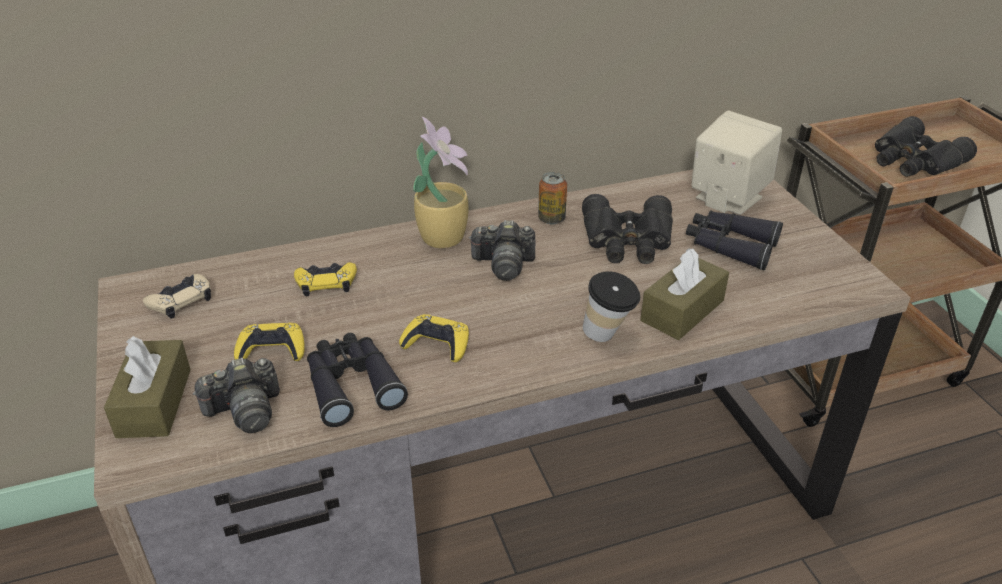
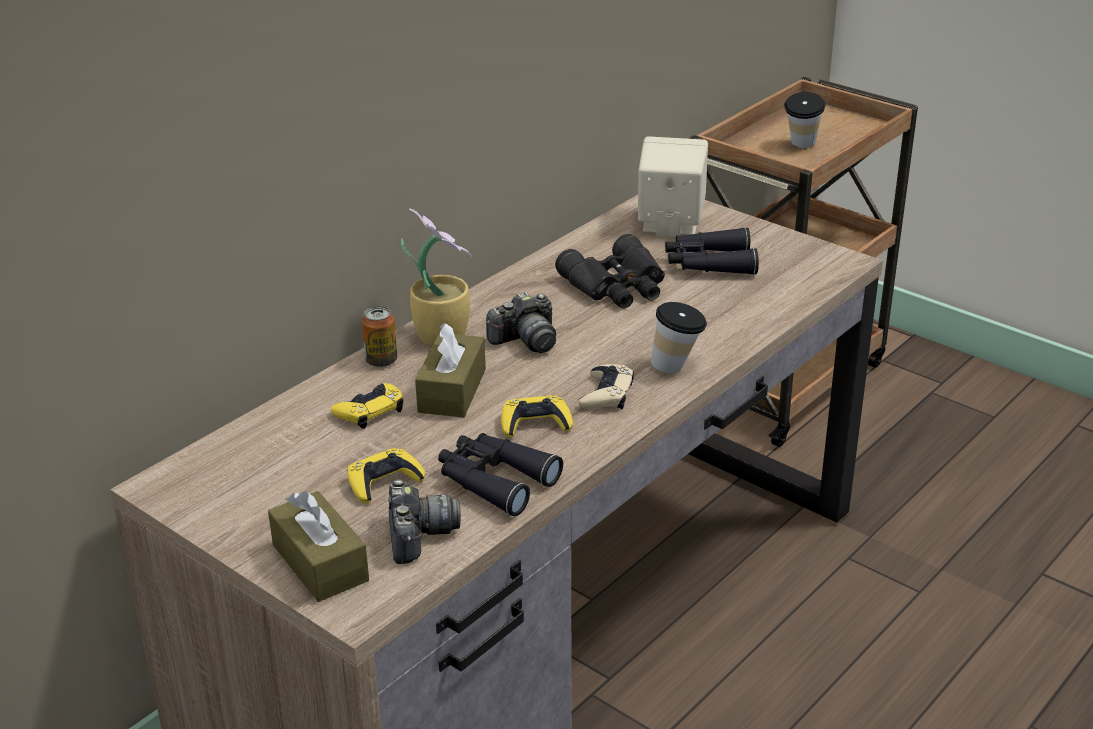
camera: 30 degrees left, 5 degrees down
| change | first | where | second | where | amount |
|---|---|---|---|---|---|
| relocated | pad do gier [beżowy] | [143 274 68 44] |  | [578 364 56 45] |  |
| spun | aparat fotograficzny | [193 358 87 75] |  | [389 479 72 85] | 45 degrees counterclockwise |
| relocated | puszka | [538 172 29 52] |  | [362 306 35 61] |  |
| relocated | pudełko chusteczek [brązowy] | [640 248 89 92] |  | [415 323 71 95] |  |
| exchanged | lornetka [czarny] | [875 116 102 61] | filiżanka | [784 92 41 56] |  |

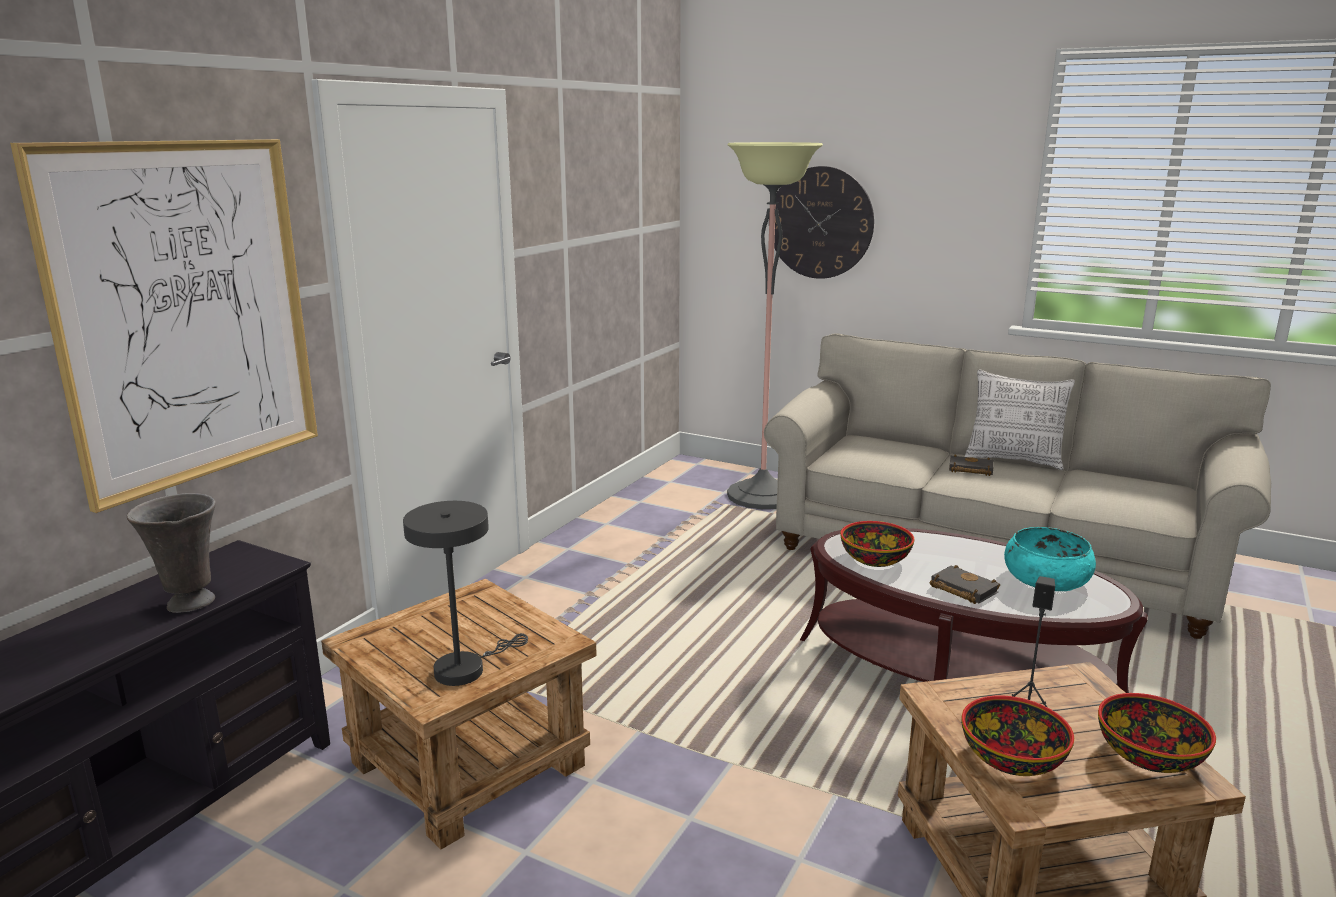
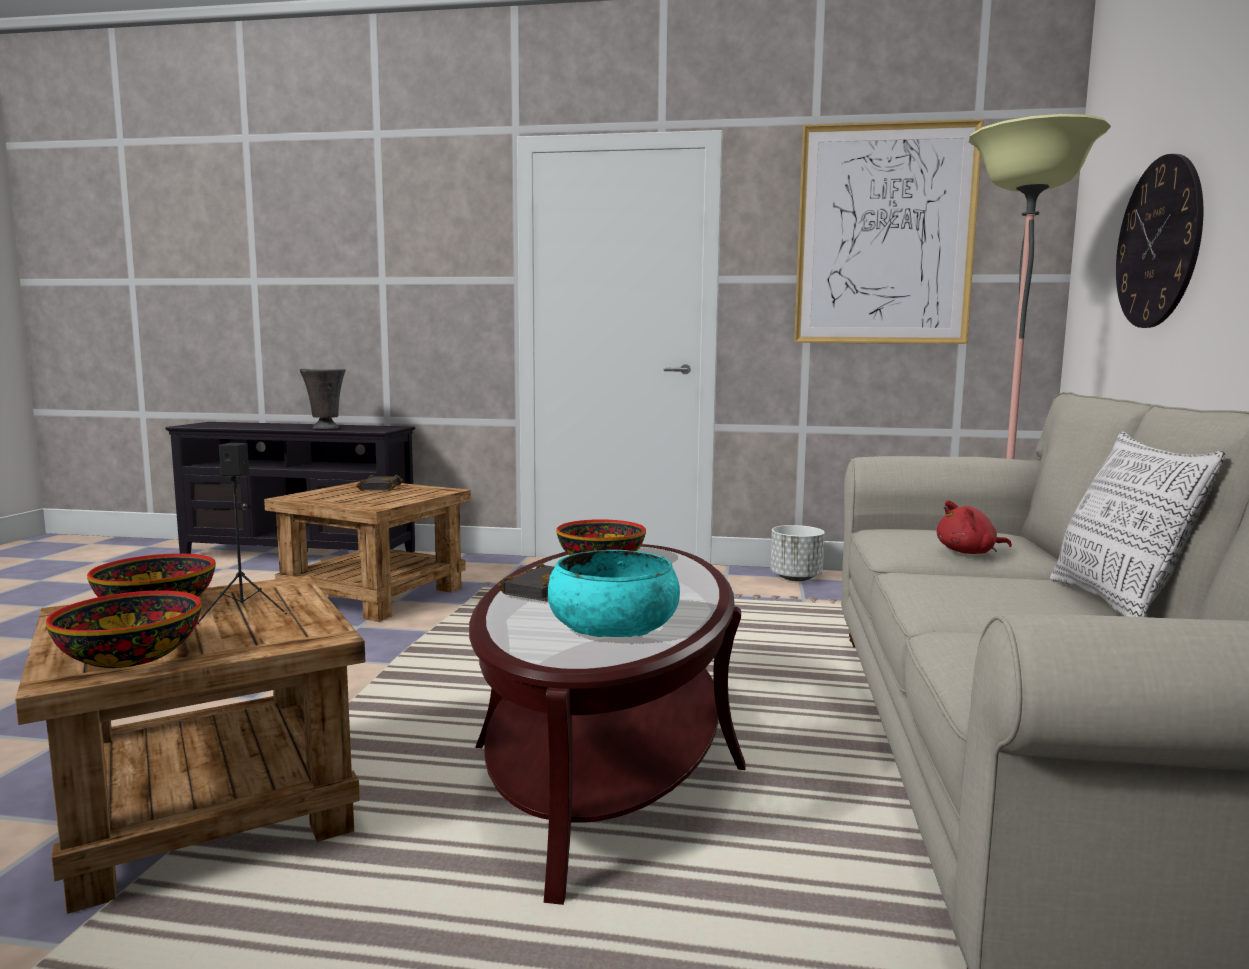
camera: 70 degrees right, 10 degrees down
| change | first | where | second | where | amount |
|---|---|---|---|---|---|
| relocated | obraz | [10 139 308 374] |  | [794 119 190 225] |  |
| missing | lampa stołowa [szary] | [403 501 125 185] |  |  |  |
| relocated | książka [czarny] | [949 454 44 22] |  | [356 475 48 16] |  |
| appeared |  |  | donica [biały] | [770 525 55 56] |  |
| appeared |  |  | pluszak [czerwony] | [937 500 75 54] |  |

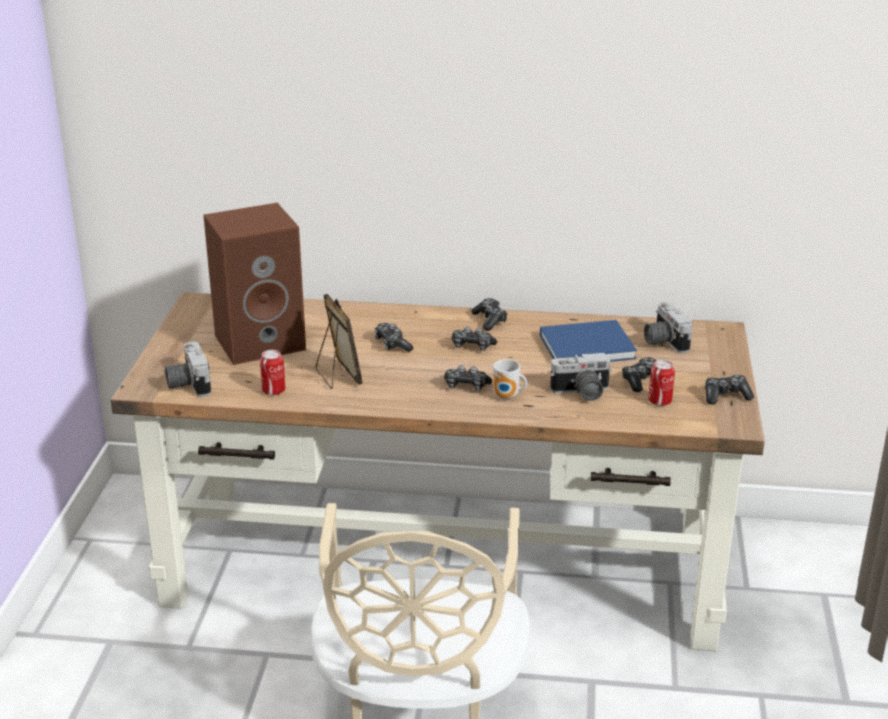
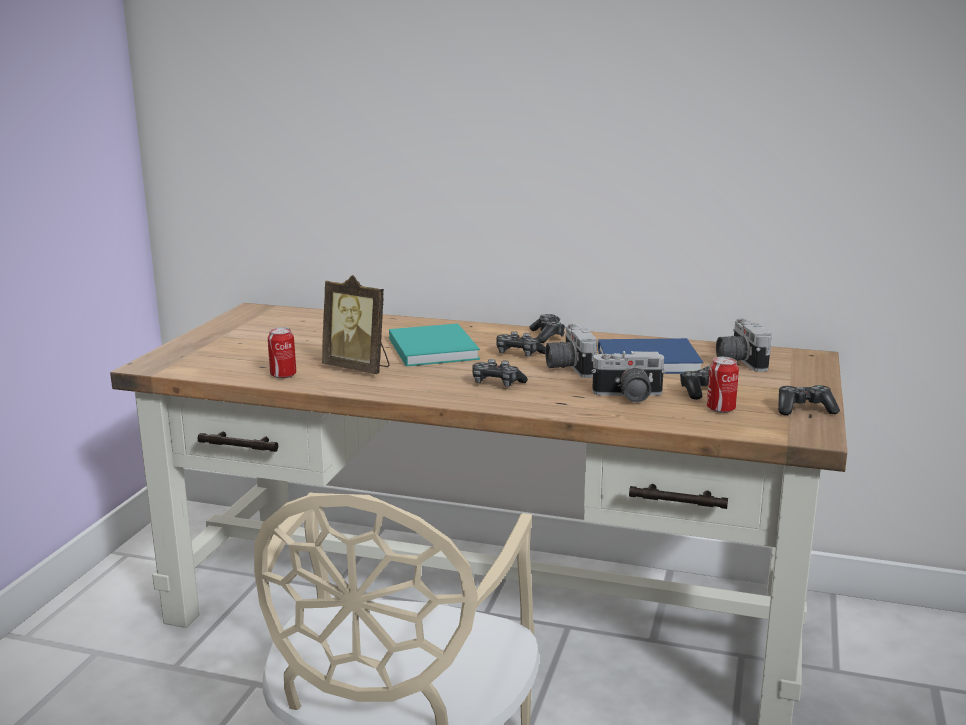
camera: 10 degrees right, 10 degrees down
| change | first | where | second | where | amount |
|---|---|---|---|---|---|
| relocated | aparat fotograficzny | [165 342 46 55] |  | [545 324 52 54] |  |
| missing | głośnik [brązowy] | [203 203 103 162] |  |  |  |
| spun | ramka na zdjęcie | [316 294 47 95] |  | [322 275 68 99] | 135 degrees clockwise |
| exchanged | pad do gier | [374 323 40 29] | książka [turkusowy] | [389 323 91 43] |  |
| missing | kubek | [493 359 34 41] |  |  |  |

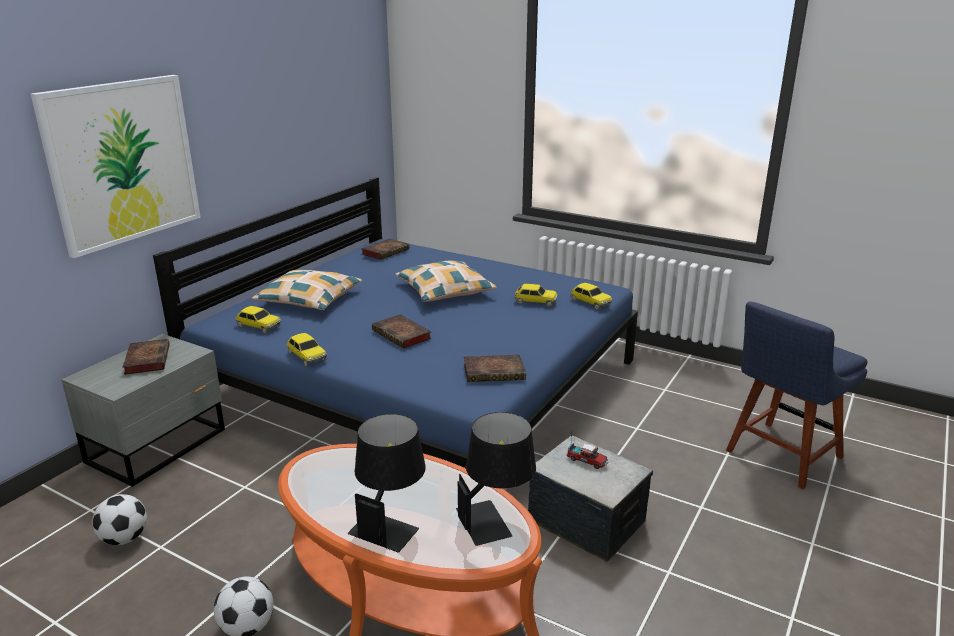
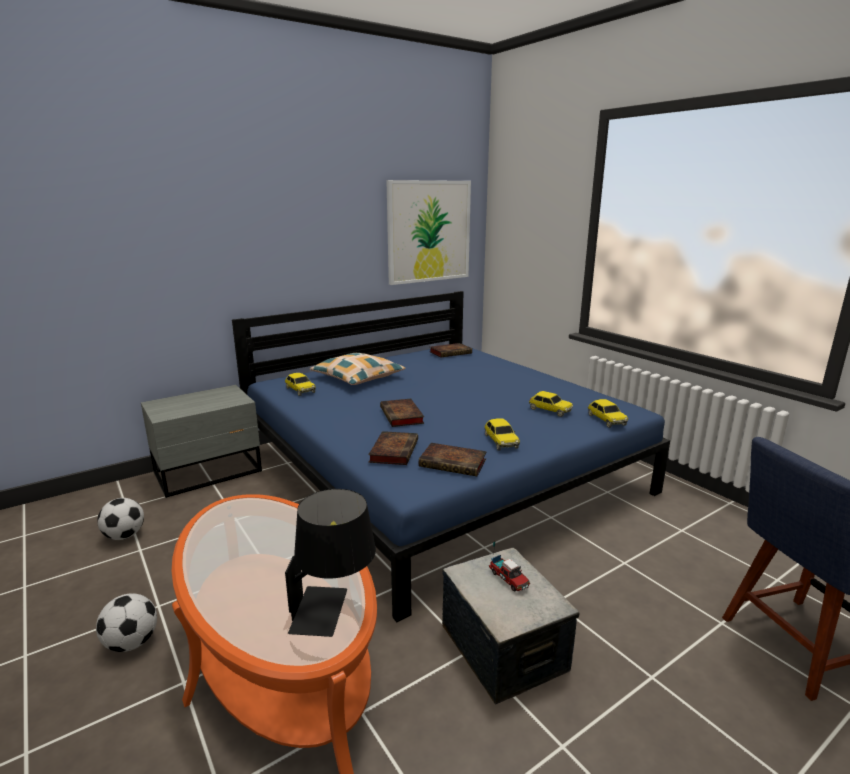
camera: 25 degrees right, 5 degrees down
| change | first | where | second | where | amount |
|---|---|---|---|---|---|
| relocated | obraz | [31 75 170 183] |  | [386 180 85 105] |  |
| relocated | książka | [122 339 48 36] |  | [368 431 50 34] |  |
| relocated | samochodzik | [287 333 40 34] |  | [485 418 35 33] |  |
| missing | lampa stołowa [czarny] | [348 414 78 138] |  |  |  |
| missing | poduszka | [396 260 100 42] |  |  |  |

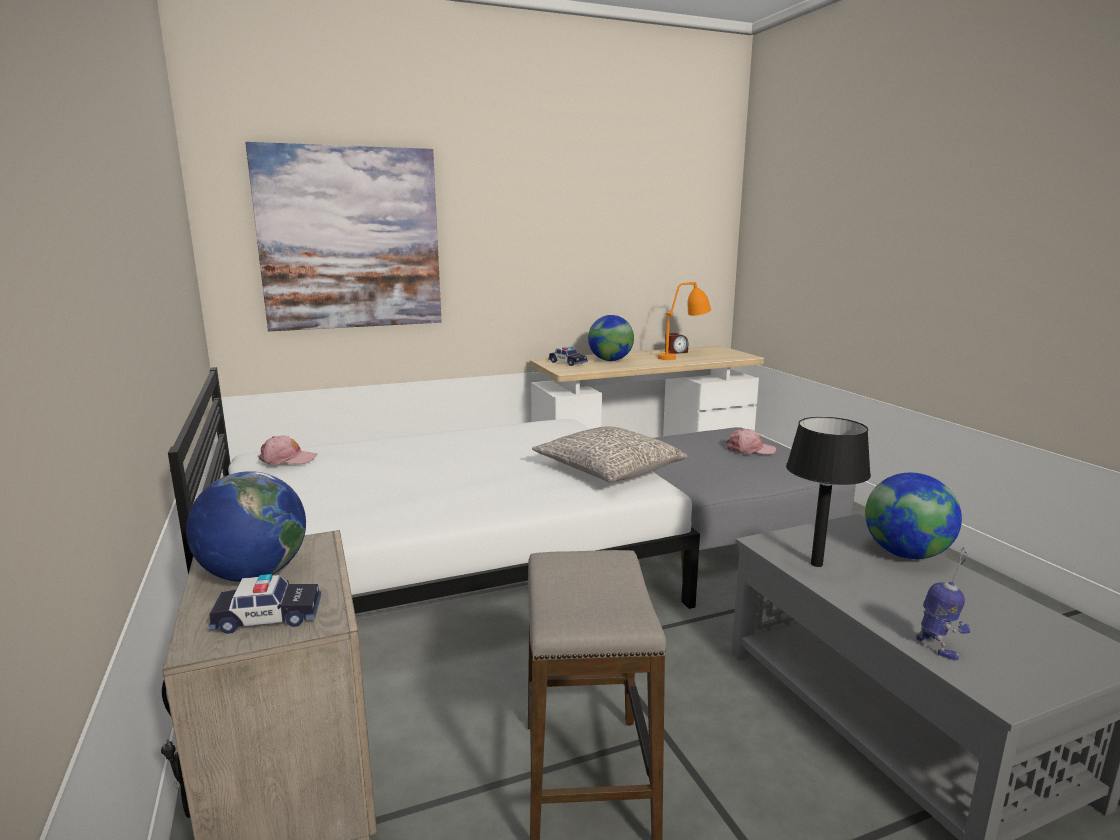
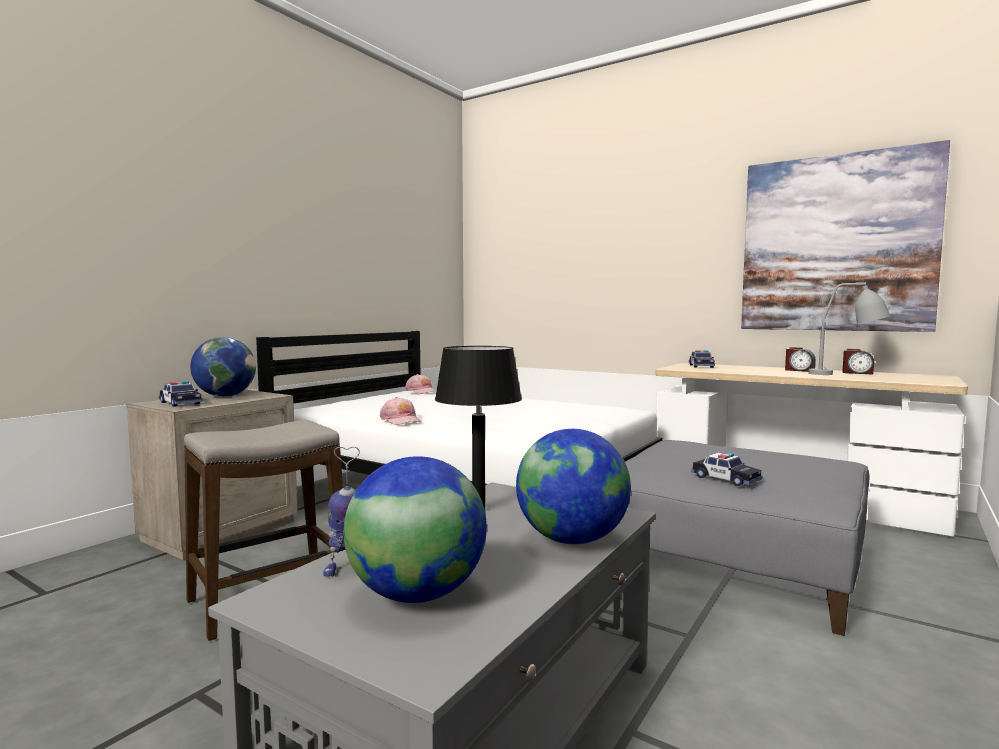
camera: 55 degrees right, 10 degrees down
| change | first | where | second | where | amount |
|---|---|---|---|---|---|
| relocated | obraz | [245 142 197 189] |  | [741 140 209 192] |  |
| missing | poduszka [szary] | [532 426 155 56] |  |  |  |
| relocated | globus | [588 315 46 46] |  | [343 456 144 147] |  |
| colour | lampa stołowa [pomarańczowy] | [658 282 53 78] | lampa stołowa [szary] | [808 282 82 93] |  |
| relocated | czapka z daszkiem [różowy] | [726 429 50 26] |  | [380 397 42 28] |  |
| appeared |  |  | samochodzik | [691 453 71 33] |  |
| appeared |  |  | budzik | [785 347 31 25] |  |

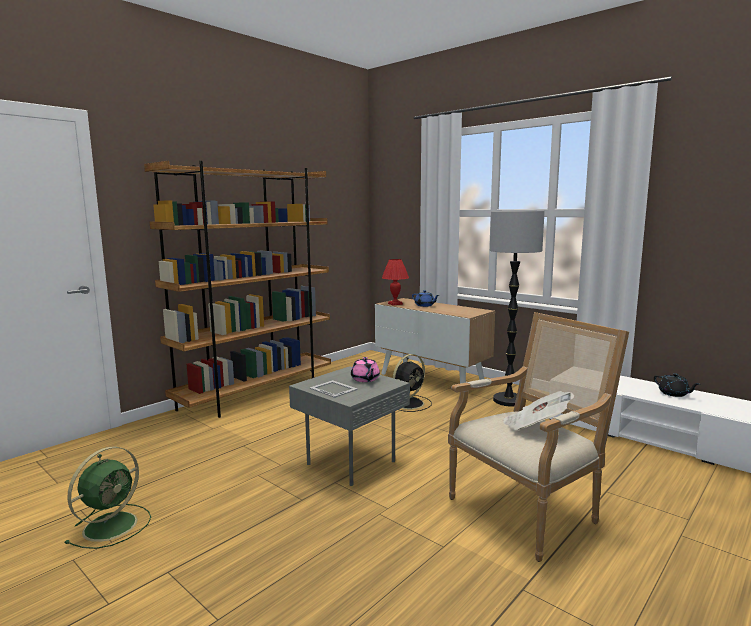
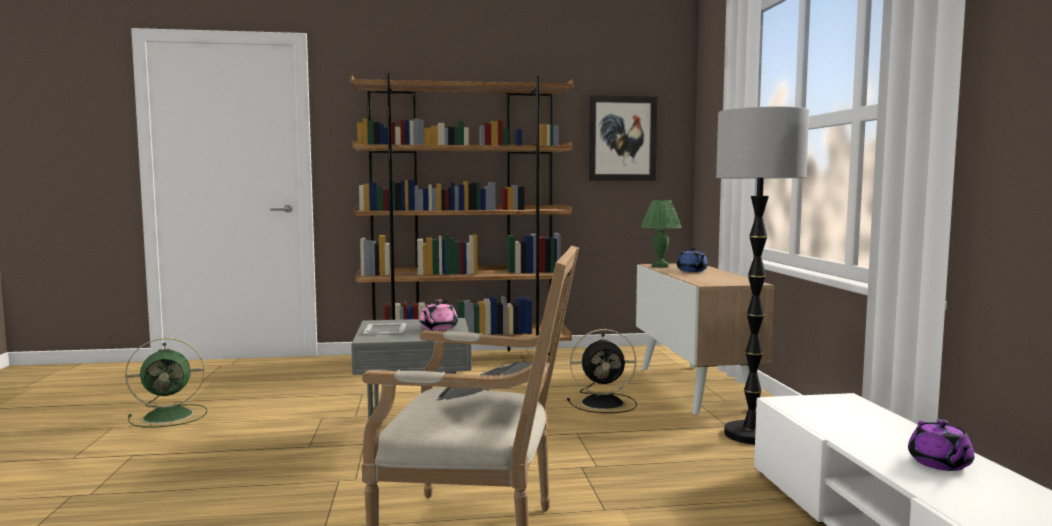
camera: 40 degrees right, 5 degrees down
| change | first | where | second | where | amount |
|---|---|---|---|---|---|
| colour | lampa stołowa [czerwony] | [382 259 27 47] | lampa stołowa [zielony] | [641 200 41 68] |  |
| colour | imbryk [czarny] | [654 373 45 24] | imbryk [fioletowy] | [908 419 66 52] |  |
| appeared |  |  | obraz | [588 95 69 86] |  |

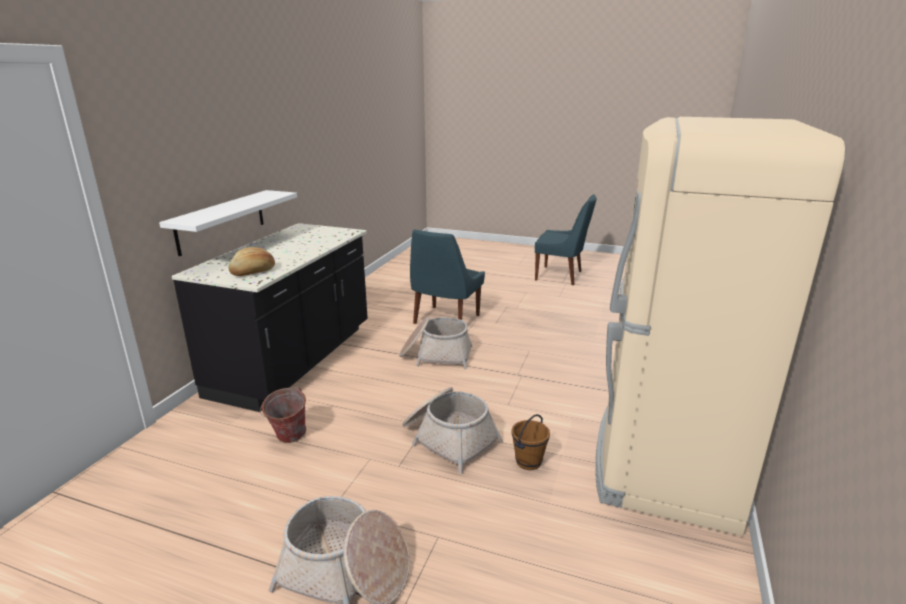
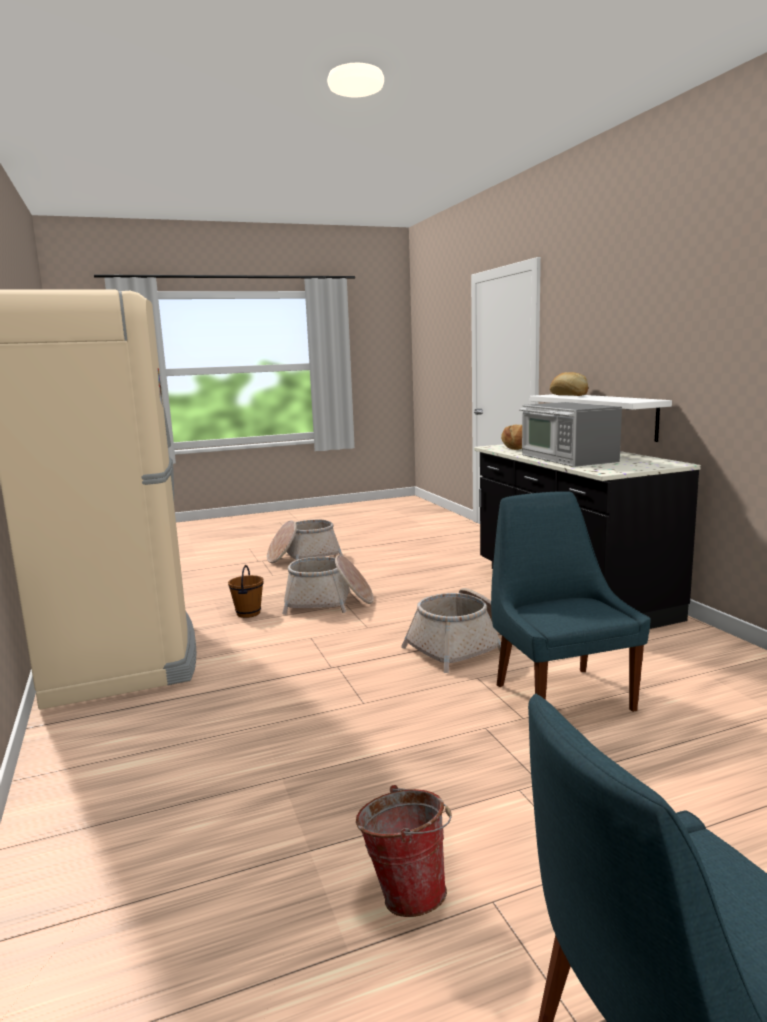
camera: 140 degrees right, 10 degrees down
| change | first | where | second | where | amount |
|---|---|---|---|---|---|
| relocated | wiadro | [260 387 46 56] |  | [356 785 96 132] |  |
| appeared |  |  | mikrofalówka | [519 402 103 65] |  |
| appeared |  |  | chleb | [550 372 38 24] |  |

